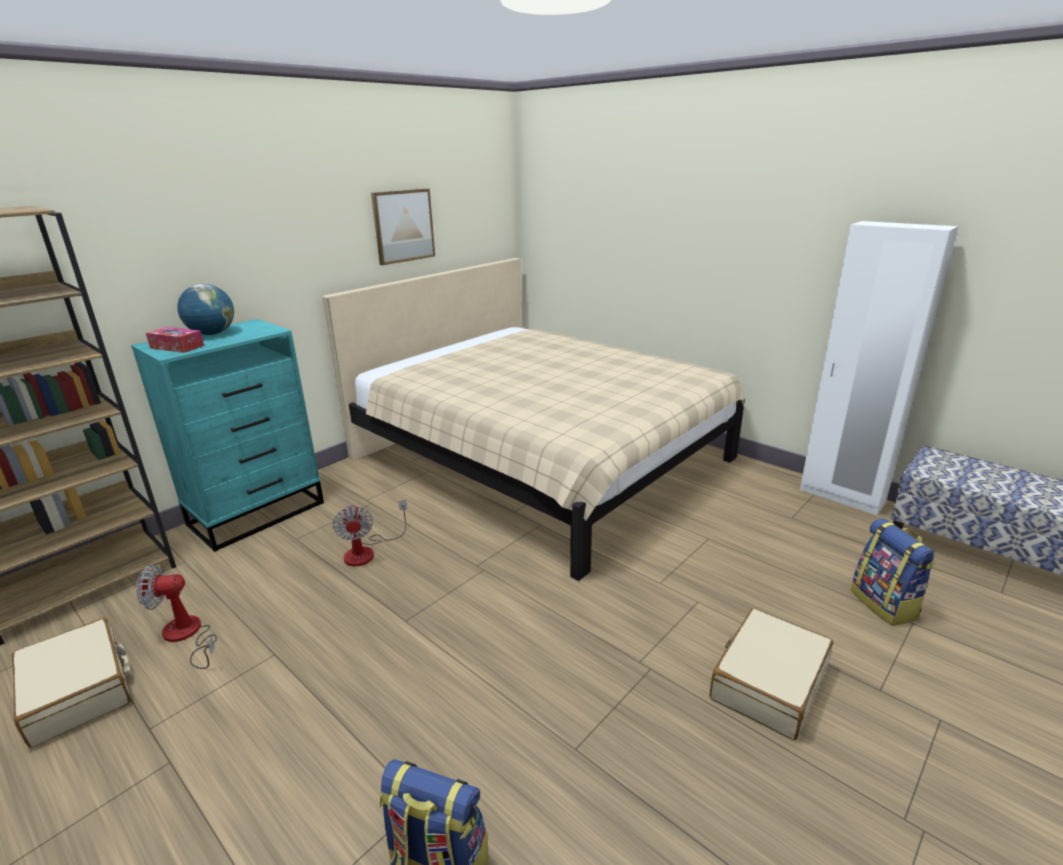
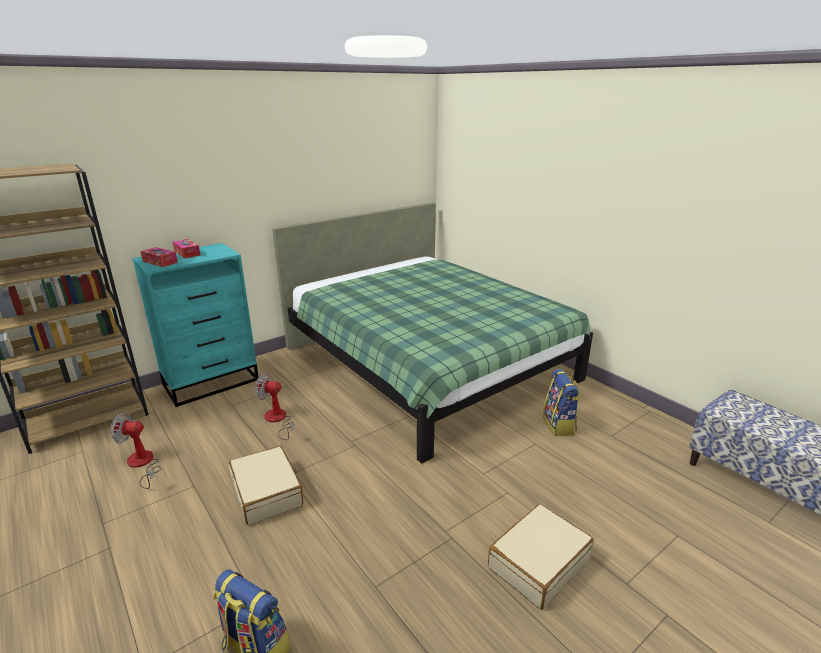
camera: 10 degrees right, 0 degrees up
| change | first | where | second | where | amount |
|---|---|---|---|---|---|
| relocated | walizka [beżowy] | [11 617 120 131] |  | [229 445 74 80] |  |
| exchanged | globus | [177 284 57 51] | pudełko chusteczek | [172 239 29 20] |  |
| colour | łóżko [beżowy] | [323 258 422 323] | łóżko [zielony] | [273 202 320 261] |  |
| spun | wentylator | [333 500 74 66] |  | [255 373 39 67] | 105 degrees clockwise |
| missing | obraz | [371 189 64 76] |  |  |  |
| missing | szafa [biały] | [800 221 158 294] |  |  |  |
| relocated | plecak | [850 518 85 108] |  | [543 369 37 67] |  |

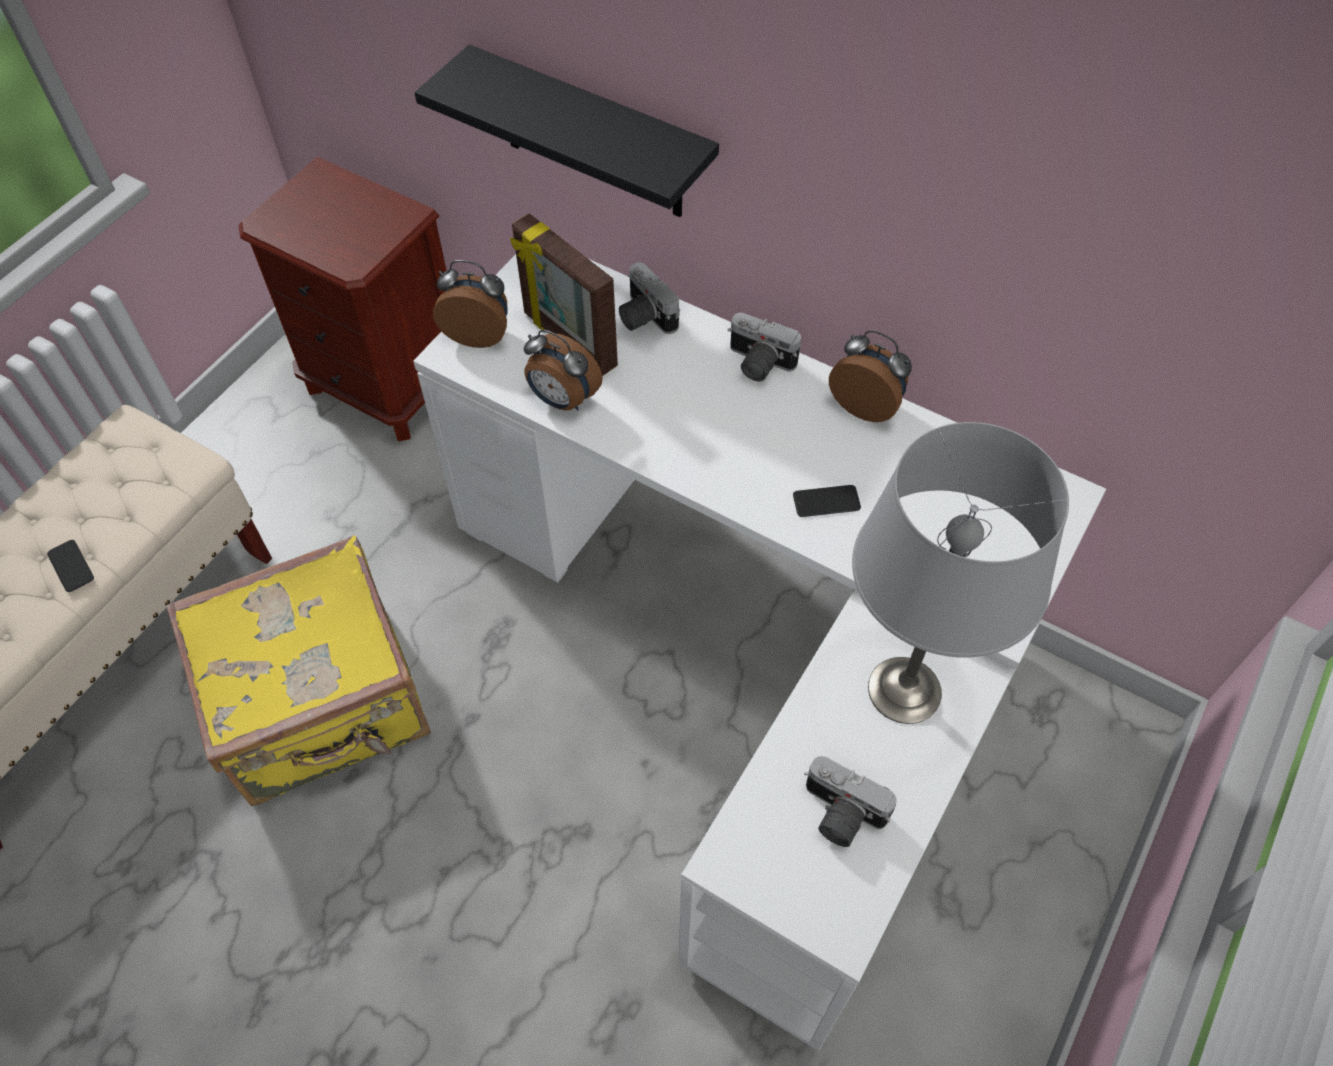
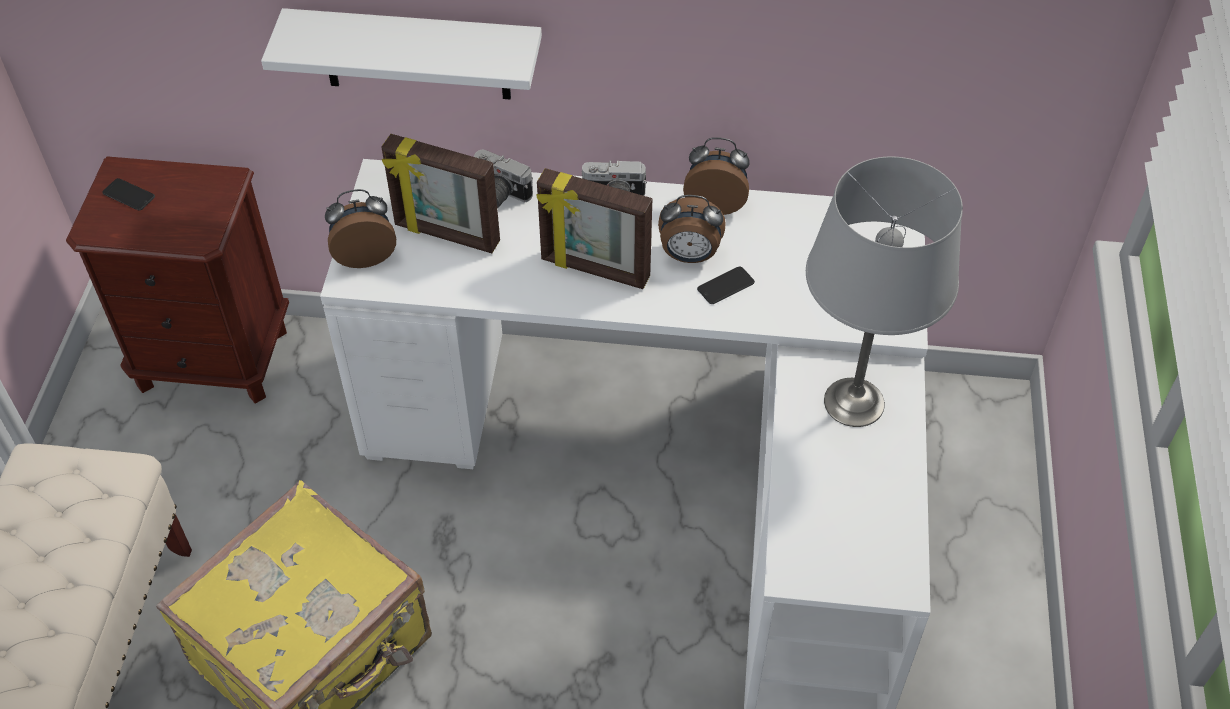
camera: 25 degrees left, 5 degrees down
| change | first | where | second | where | amount |
|---|---|---|---|---|---|
| relocated | telefon | [47 540 47 52] |  | [102 178 53 33] |  |
| colour | półka [czarny] | [414 45 305 172] | półka [biały] | [261 8 281 92] |  |
| relocated | budzik | [524 330 79 81] |  | [658 195 68 68] |  |
| missing | aparat fotograficzny | [804 756 93 91] |  |  |  |
| appeared |  |  | ramka na zdjęcie | [536 168 116 121] |  |

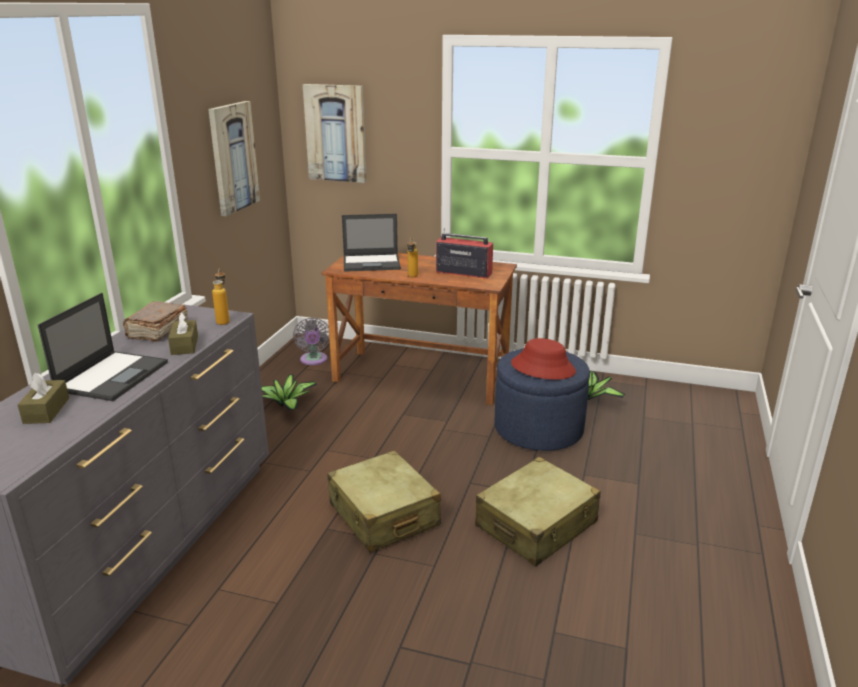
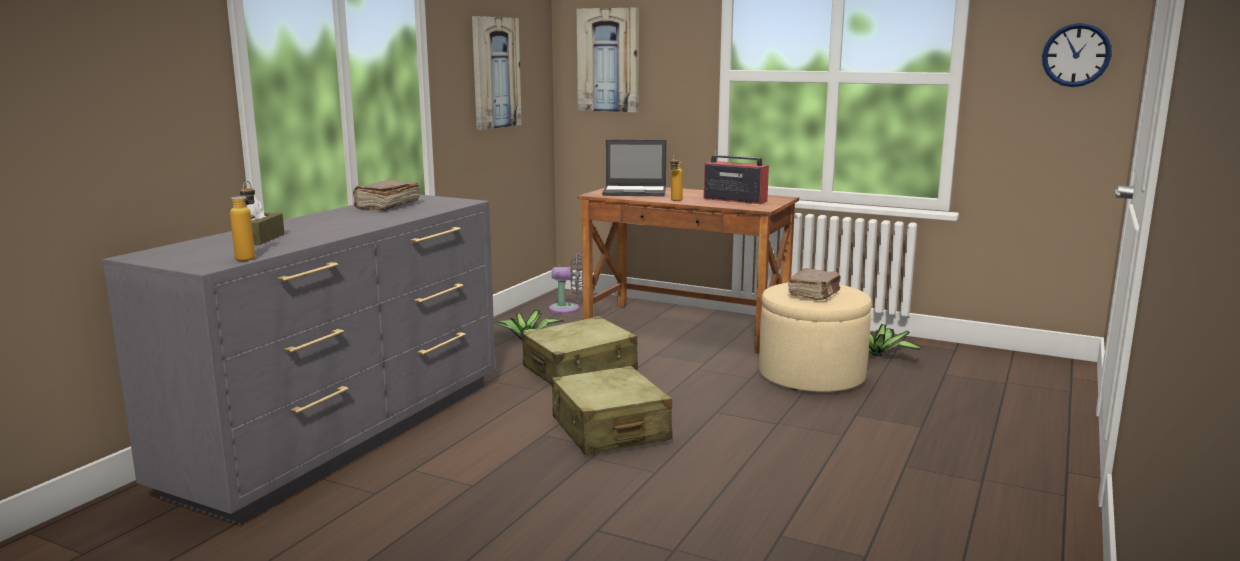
camera: 10 degrees right, 10 degrees down
| change | first | where | second | where | amount |
|---|---|---|---|---|---|
| missing | laptop | [38 293 130 108] |  |  |  |
| missing | pudełko chusteczek [brązowy] | [168 312 30 43] |  |  |  |
| relocated | butelka | [212 268 18 57] |  | [230 181 25 80] |  |
| spun | wentylator [szary] | [293 317 37 48] |  | [549 253 34 61] | 90 degrees counterclockwise |
| relocated | walizka [beżowy] | [475 457 126 110] |  | [522 316 116 69] |  |
| colour | pufa [niebieski] | [495 349 95 102] | pufa [beżowy] | [759 283 113 109] |  |
| exchanged | kapelusz [czerwony] | [511 338 65 42] | książka [brązowy] | [788 268 52 32] |  |
| appeared |  |  | zegar ścienny | [1042 23 70 64] |  |

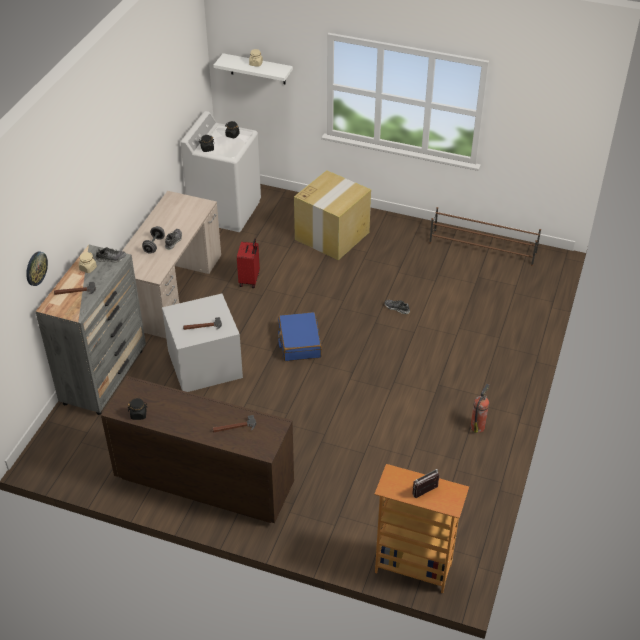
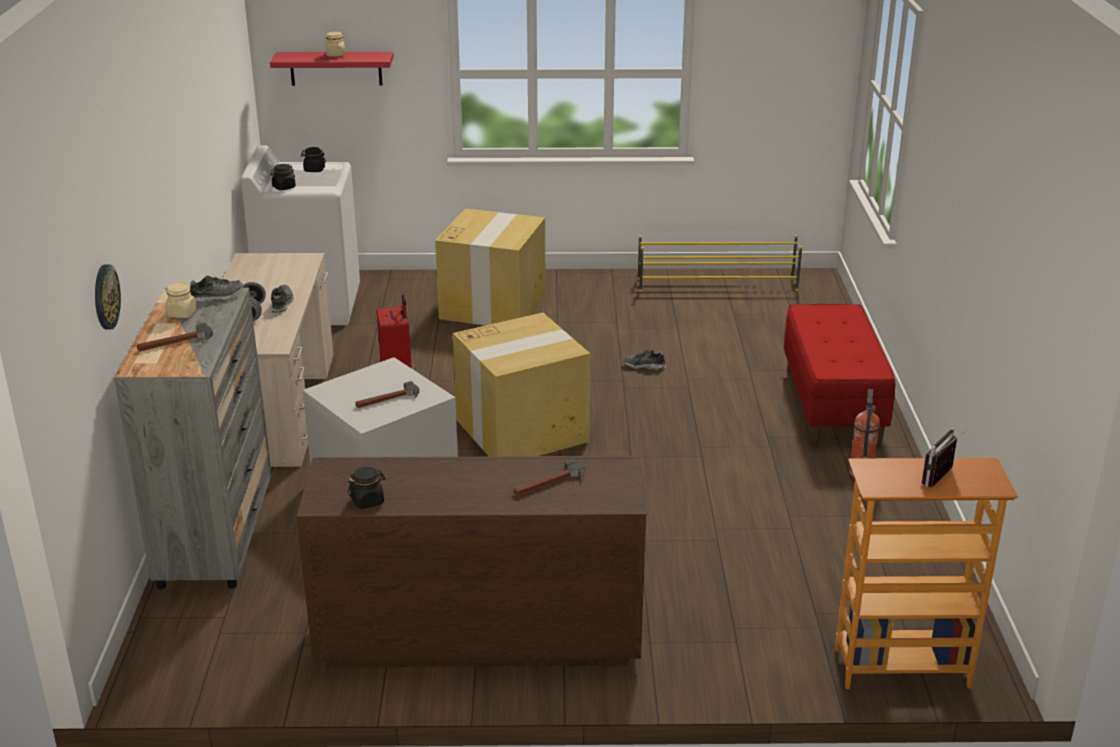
camera: 20 degrees left, 15 degrees down
| change | first | where | second | where | amount |
|---|---|---|---|---|---|
| colour | półka [biały] | [213 53 80 31] | półka [czerwony] | [270 52 124 34] |  |
| exchanged | walizka [niebieski] | [278 312 44 49] | karton | [453 312 137 145] |  |
| colour | regał na buty [brązowy] | [429 207 112 59] | regał na buty [żółty] | [637 235 165 57] |  |
| appeared |  |  | ławka [czerwony] | [784 304 111 143] |  |

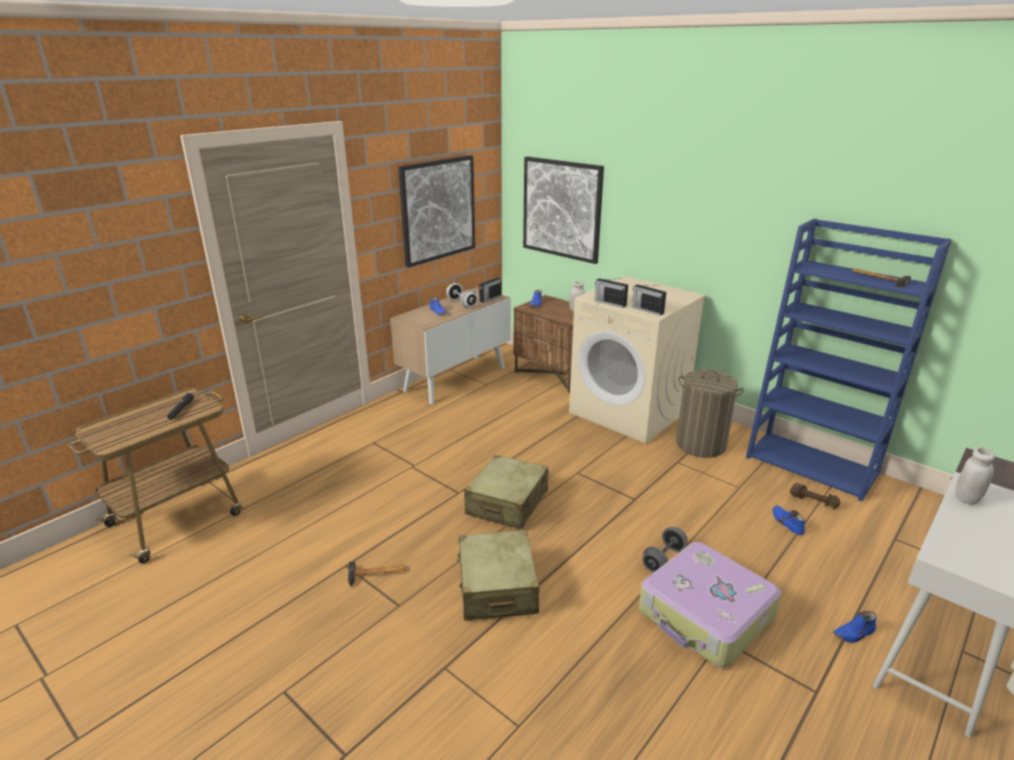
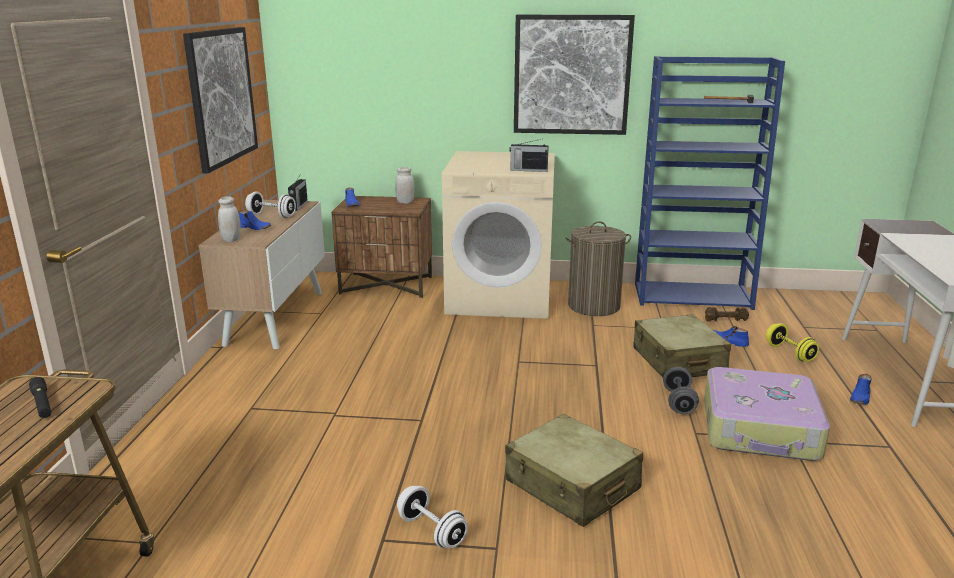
camera: 35 degrees left, 5 degrees down
| change | first | where | second | where | amount |
|---|---|---|---|---|---|
| exchanged | młotek | [348 561 57 26] | hantel [biały] | [397 486 71 62] |  |
| relocated | walizka [beżowy] | [464 455 84 74] |  | [633 314 98 63] |  |
| relocated | obraz | [523 157 81 107] |  | [514 15 121 120] |  |
| missing | radio | [595 278 33 30] |  |  |  |
| relocated | słoik [biały] | [955 447 40 58] |  | [218 196 23 46] |  |
| appeared |  |  | hantel [żółty] | [766 323 53 39] |  |

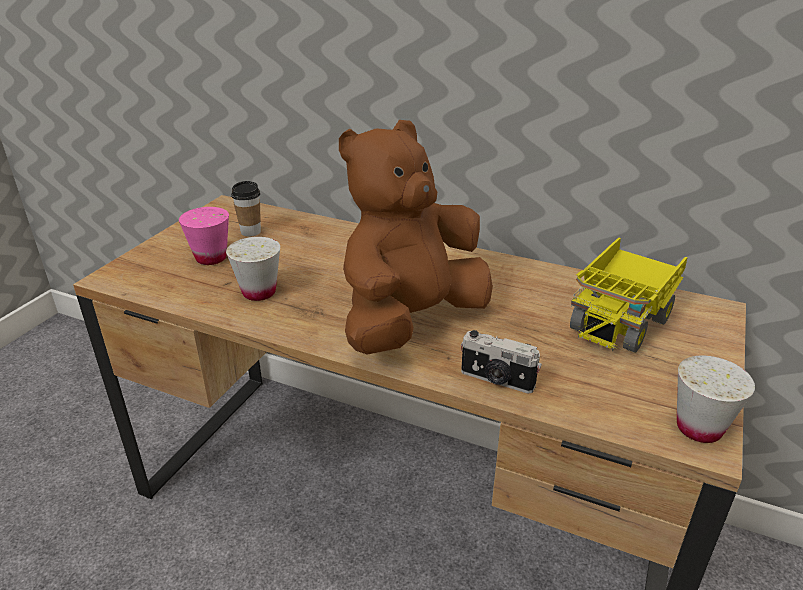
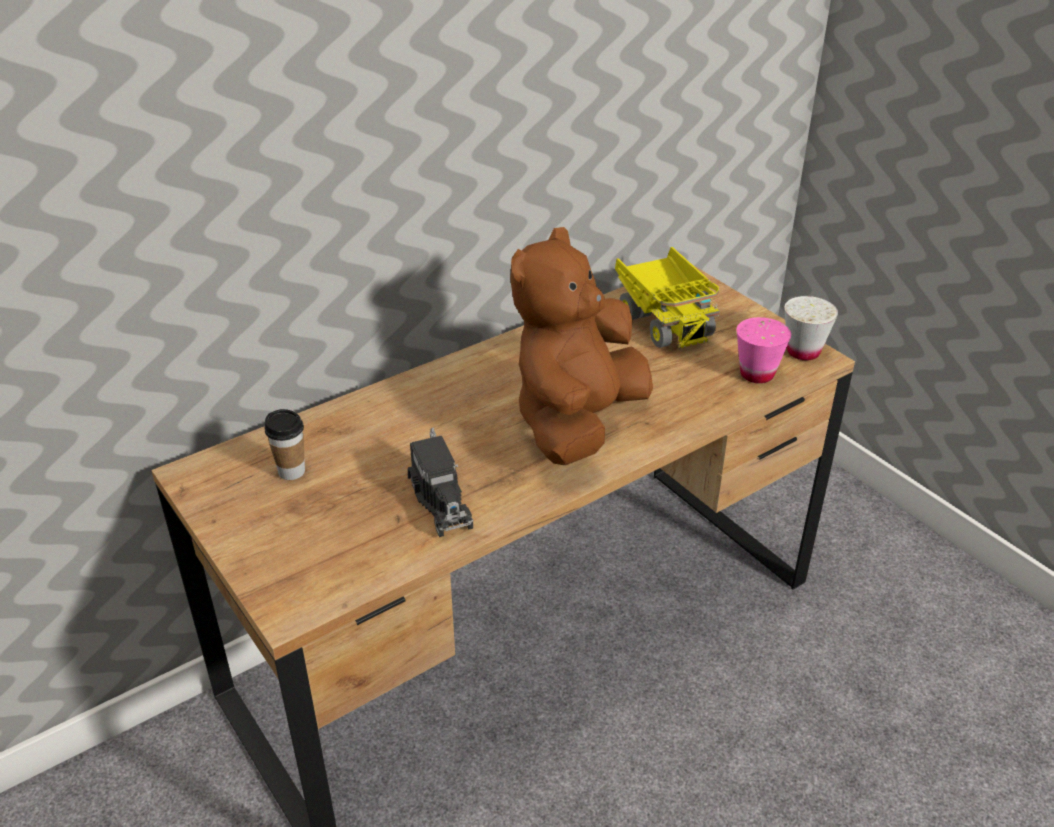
camera: 60 degrees left, 5 degrees up
| change | first | where | second | where | amount |
|---|---|---|---|---|---|
| relocated | filiżanka [różowy] | [179 207 50 58] |  | [737 317 54 67] |  |
| exchanged | filiżanka [biały] | [226 237 54 64] | ciężarówka zabawkowa | [408 427 65 110] |  |
| spun | pluszak [brązowy] | [339 120 154 235] |  | [510 227 143 238] | 45 degrees clockwise |
| missing | aparat fotograficzny | [461 330 81 64] |  |  |  |

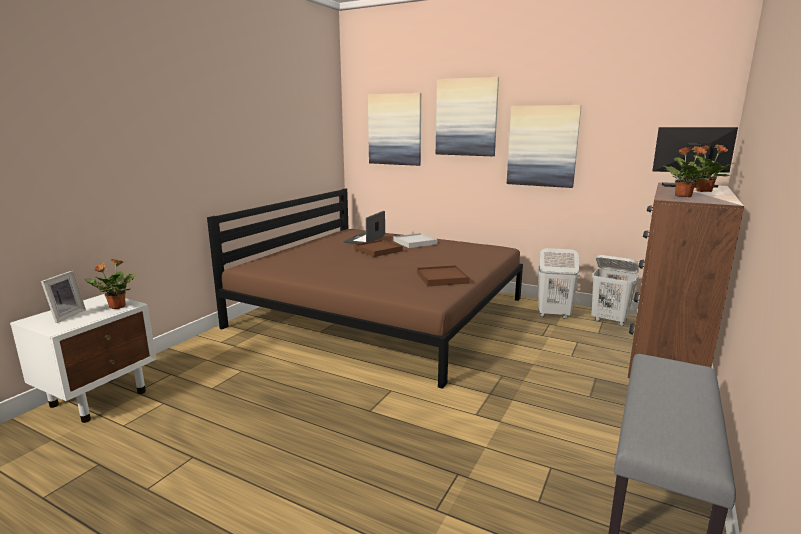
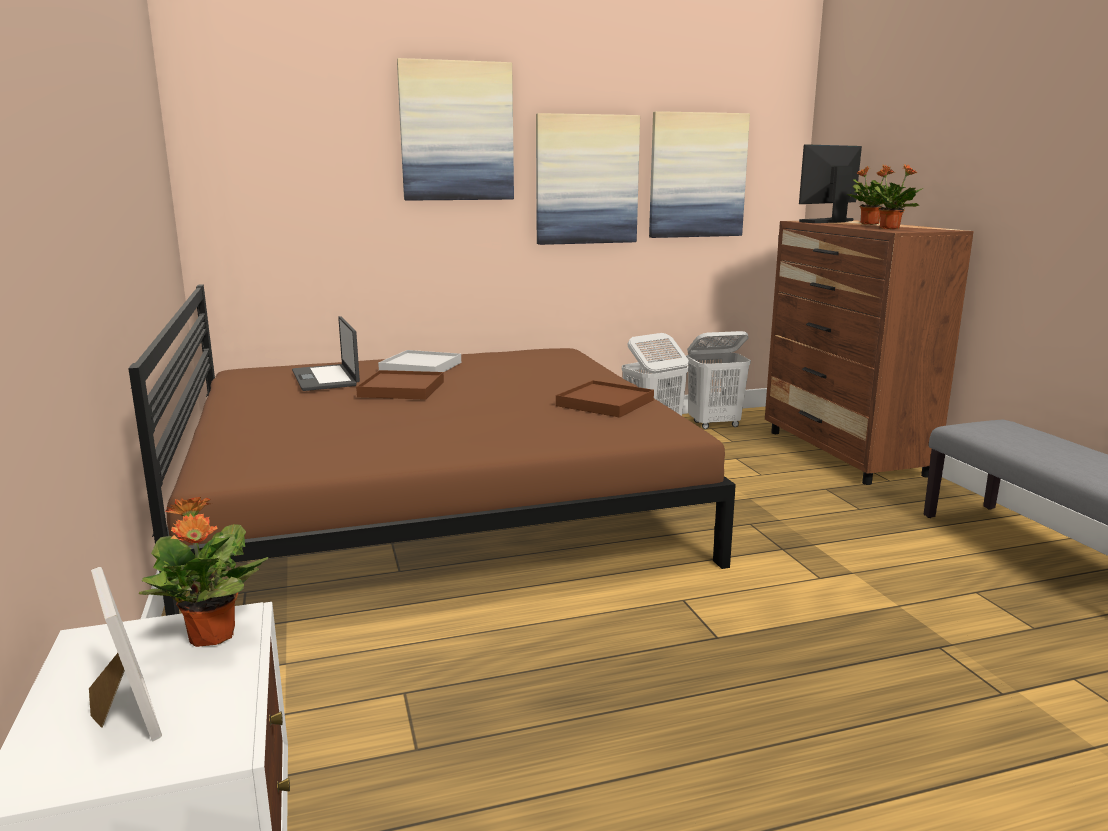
camera: 45 degrees left, 0 degrees up
| change | first | where | second | where | amount |
|---|---|---|---|---|---|
| relocated | obraz | [368 93 53 73] |  | [649 111 101 127] |  |

